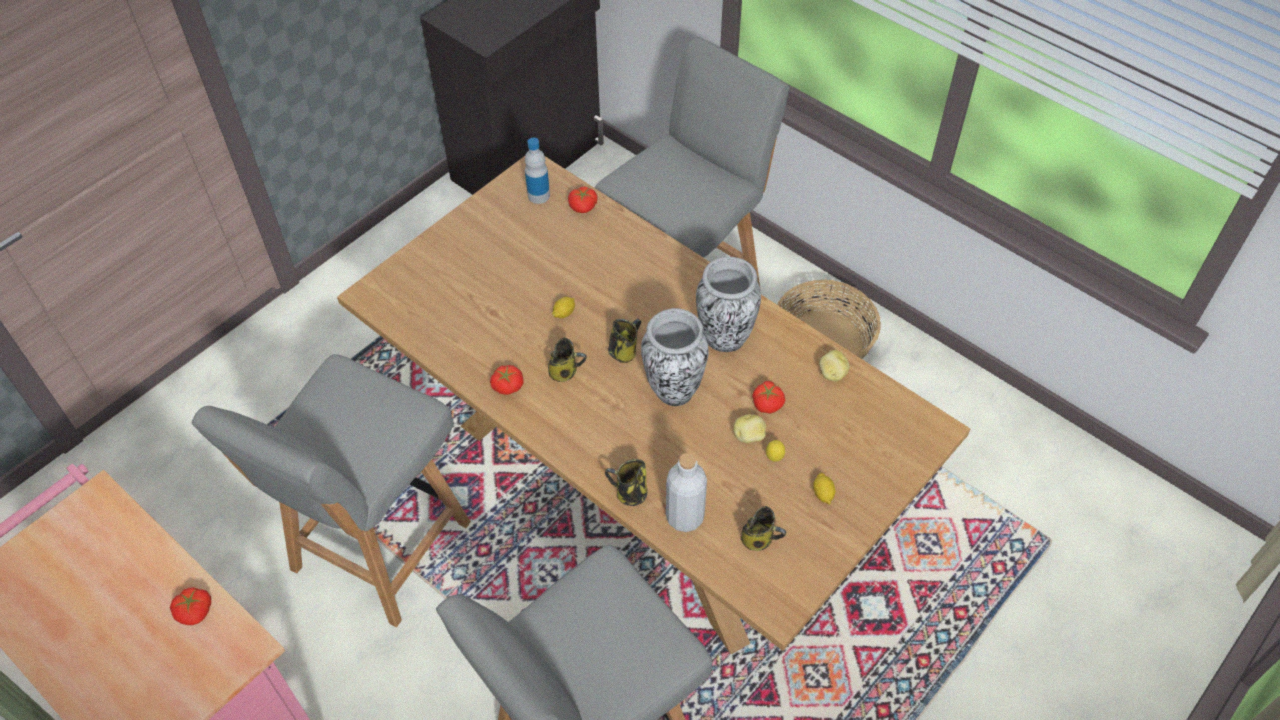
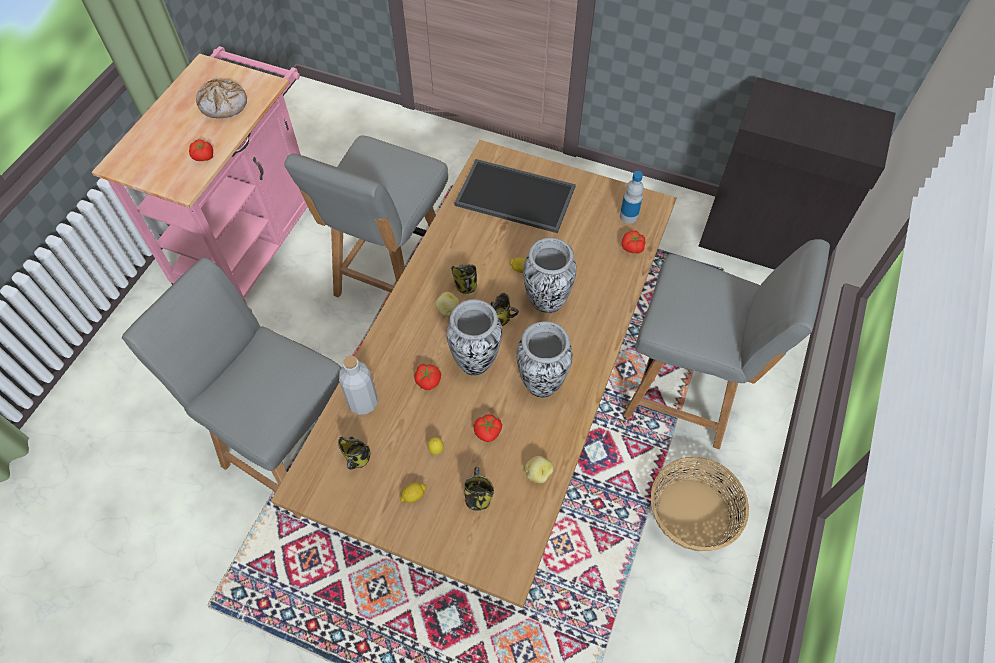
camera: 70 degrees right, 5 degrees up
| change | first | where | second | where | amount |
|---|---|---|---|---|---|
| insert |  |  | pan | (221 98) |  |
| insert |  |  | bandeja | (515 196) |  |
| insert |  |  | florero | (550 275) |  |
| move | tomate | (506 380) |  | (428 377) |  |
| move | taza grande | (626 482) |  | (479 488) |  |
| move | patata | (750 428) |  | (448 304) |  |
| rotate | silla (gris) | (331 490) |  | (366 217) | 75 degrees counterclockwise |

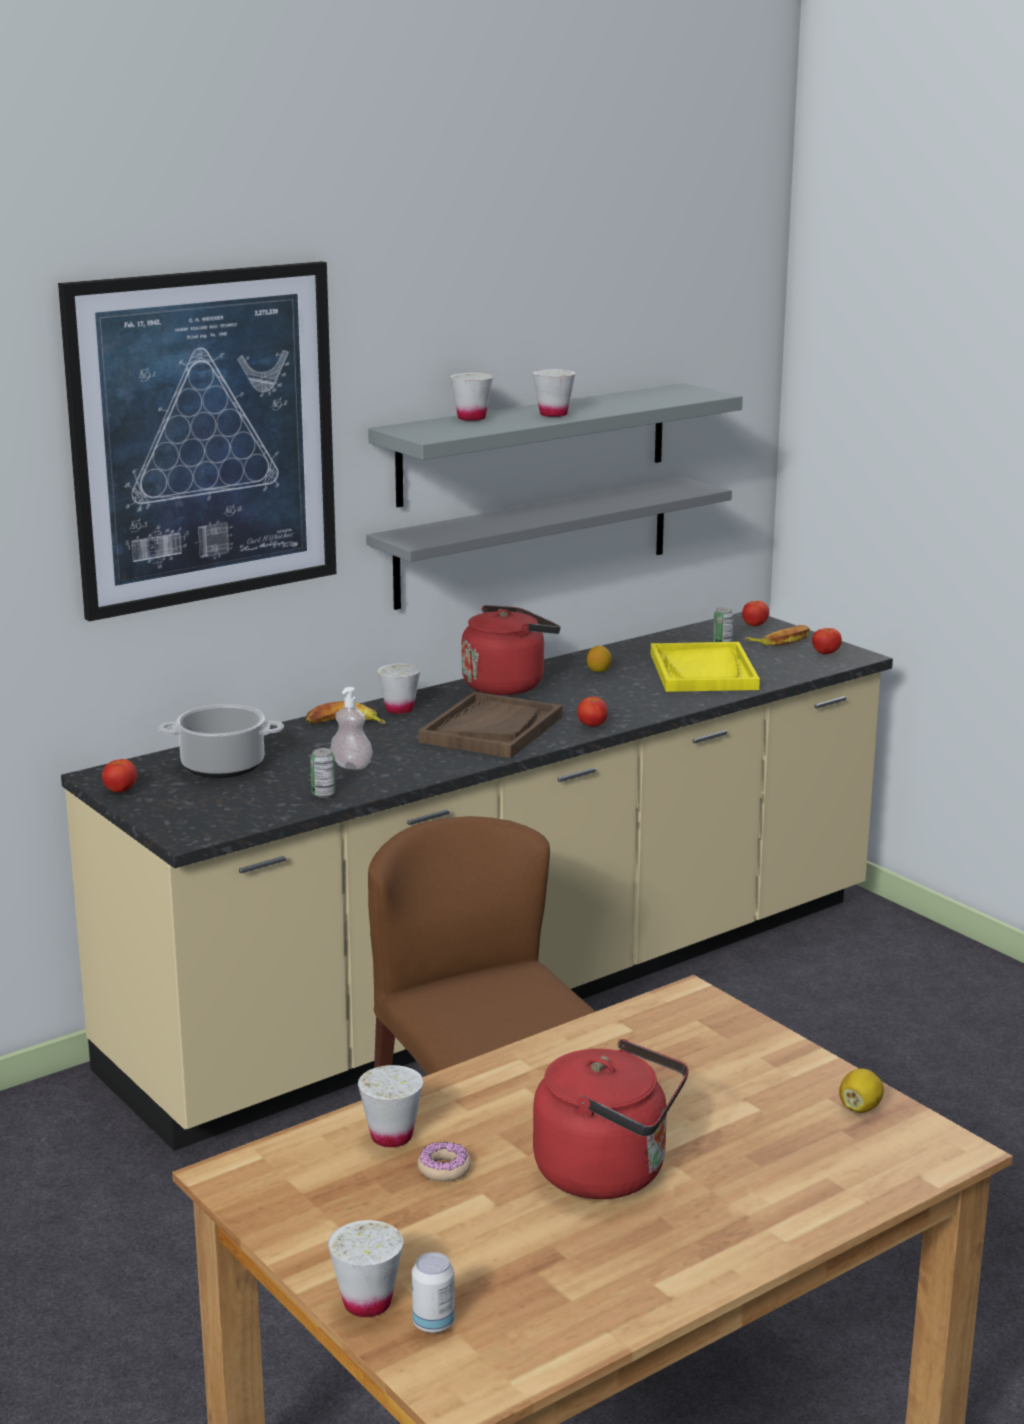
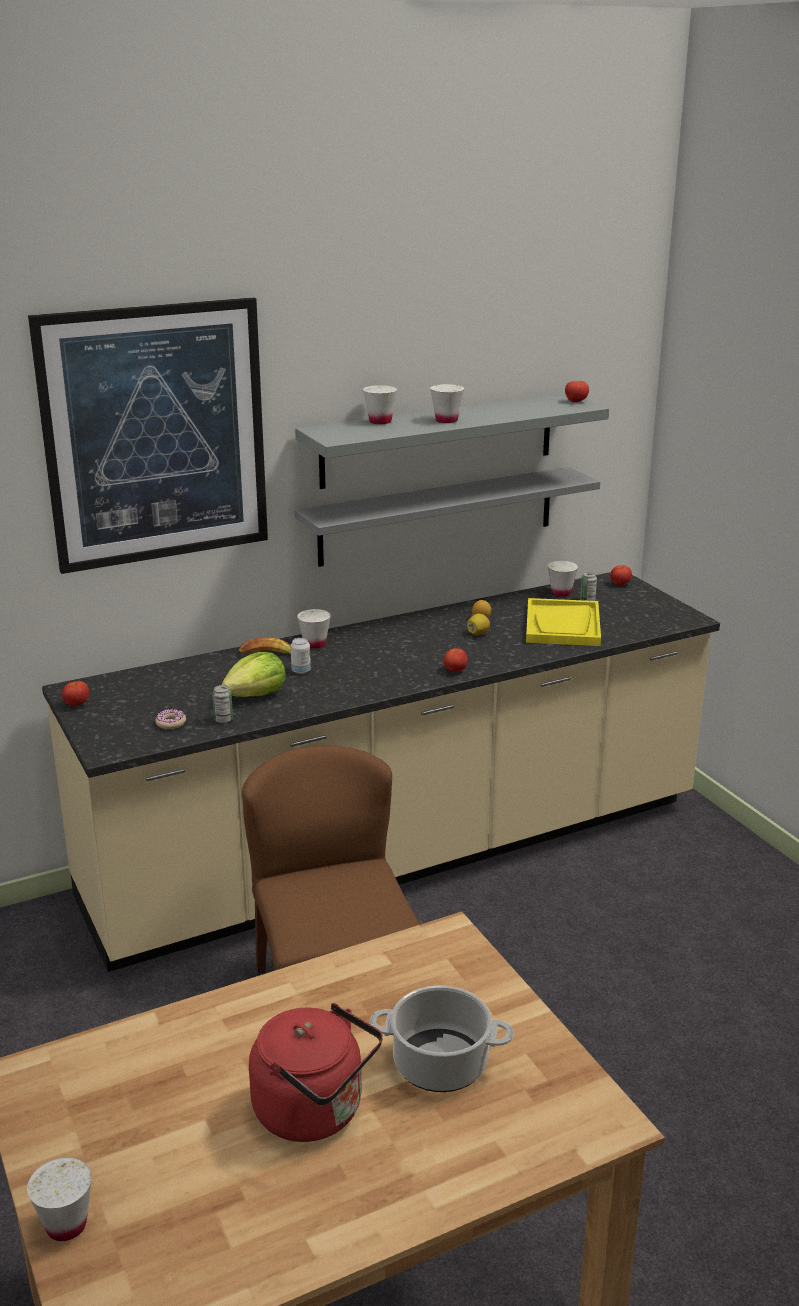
camera: 10 degrees right, 5 degrees up
| change | first | where | second | where | amount |
|---|---|---|---|---|---|
| delete | bandeja (marrón) | (490 725) |  |  |  |
| delete | hervidor (rojo) | (511 650) |  |  |  |
| delete | plátano | (777 635) |  |  |  |
| move | olla | (221 741) |  | (442 1038) |  |
| move | taza (blanco) | (390 1106) |  | (563 579) |  |
| move | lata | (433 1292) |  | (301 656) |  |
| move | rosquilla | (444 1161) |  | (170 719) |  |
| move | tomate | (827 641) |  | (577 391) |  |
| move | limón | (861 1090) |  | (478 625) |  |
| replace | dispensador de jabón | (351 728) | lechuga | (253 674) |  |

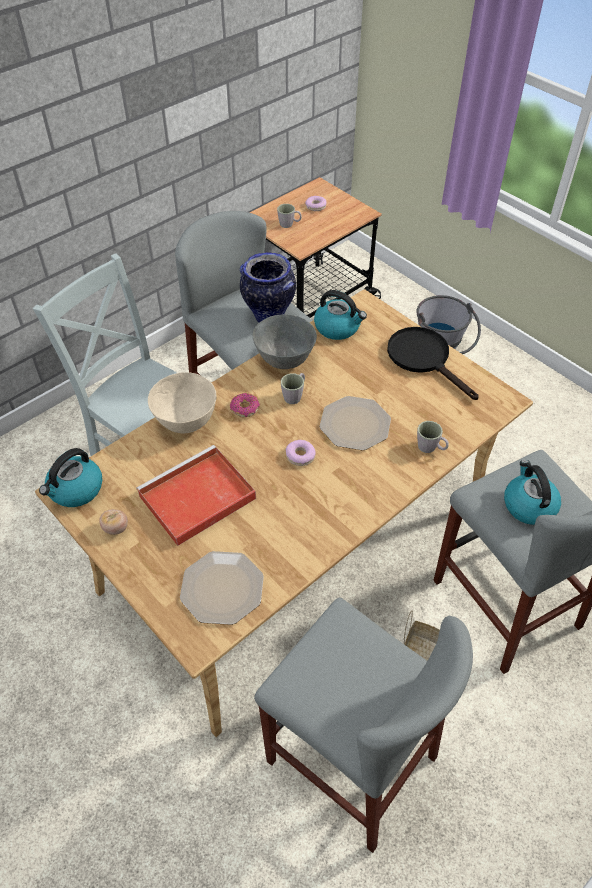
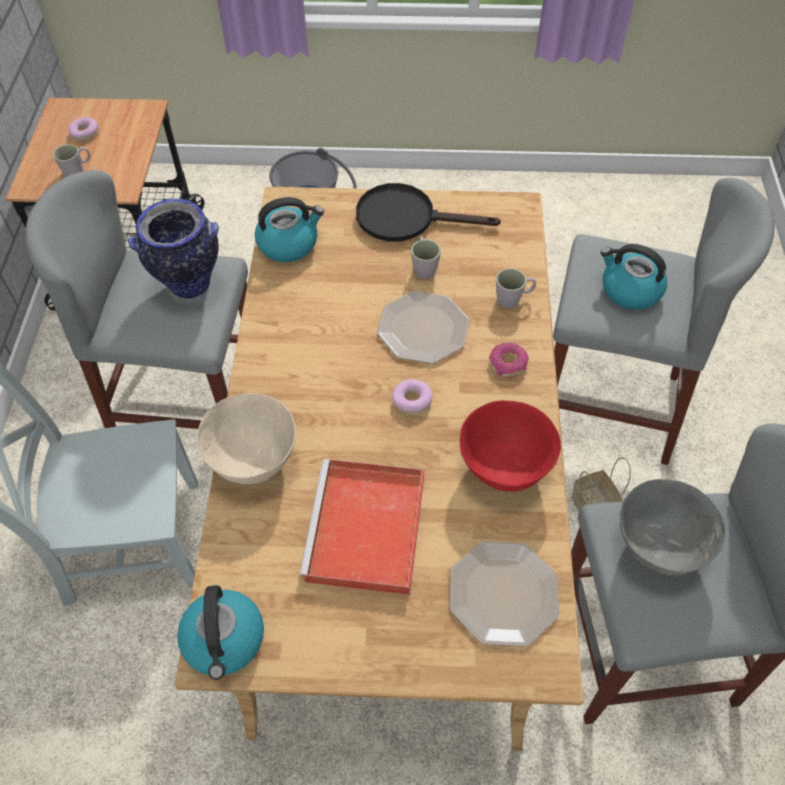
camera: 45 degrees left, 5 degrees up
| change | first | where | second | where | amount |
|---|---|---|---|---|---|
| delete | tomate | (113 522) |  |  |  |
| insert |  |  | cuenco (rojo) | (510 446) |  |
| move | rosquilla | (245 405) |  | (509 359) |  |
| move | cuenco (gris) | (285 341) |  | (673 527) |  |
| move | taza grande (gris) | (293 388) |  | (426 258) |  |

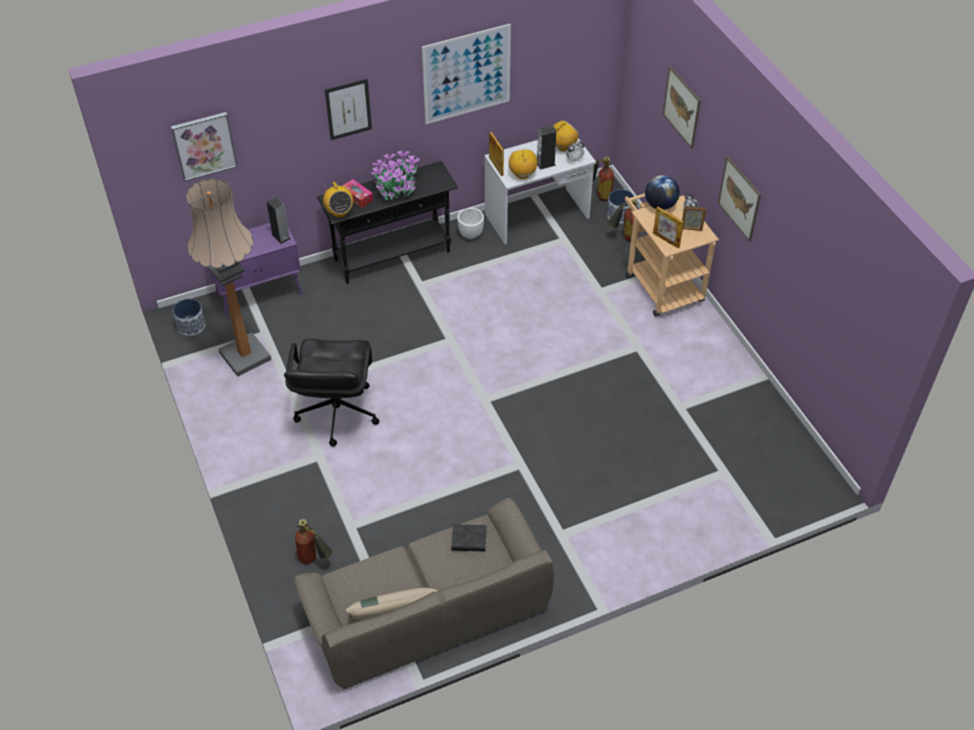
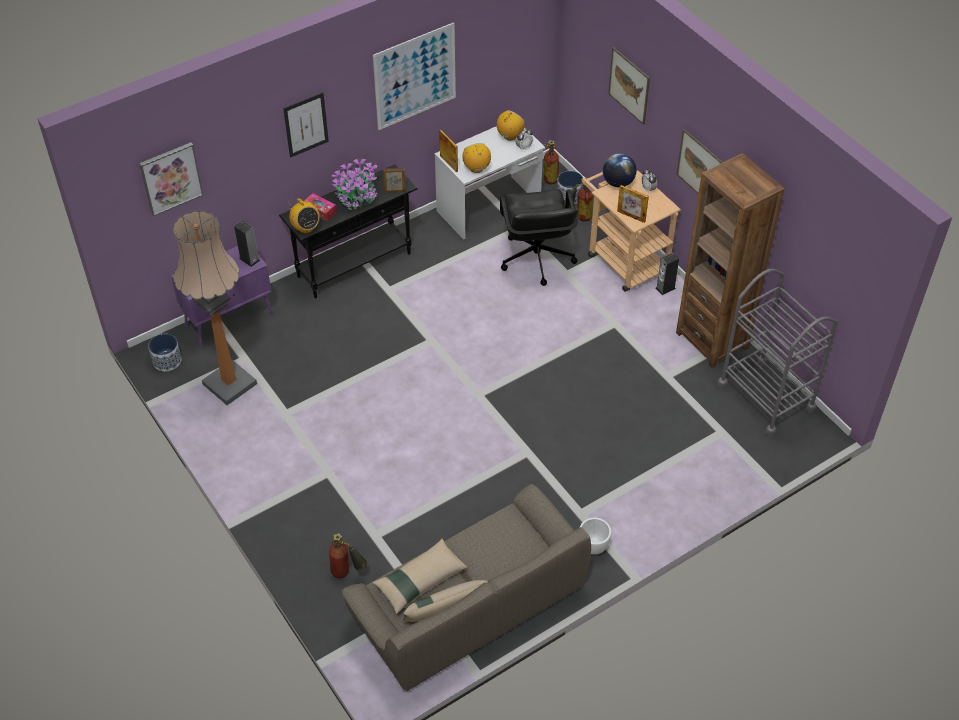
camera: 10 degrees left, 0 degrees up
| change | first | where | second | where | amount |
|---|---|---|---|---|---|
| delete | libro (negro) | (468 538) |  |  |  |
| insert |  |  | cojín (beis) | (420 576) |  |
| insert |  |  | estantería (marrón) | (730 260) |  |
| insert |  |  | carrito (gris) | (777 353) |  |
| move | silla de oficina (negro) | (331 393) |  | (539 237) |  |
| move | maceta (blanco) | (470 223) |  | (595 536) |  |
| move | altavoz | (546 147) |  | (667 273) |  |
| move | portarretratos | (694 218) |  | (394 179) |  |

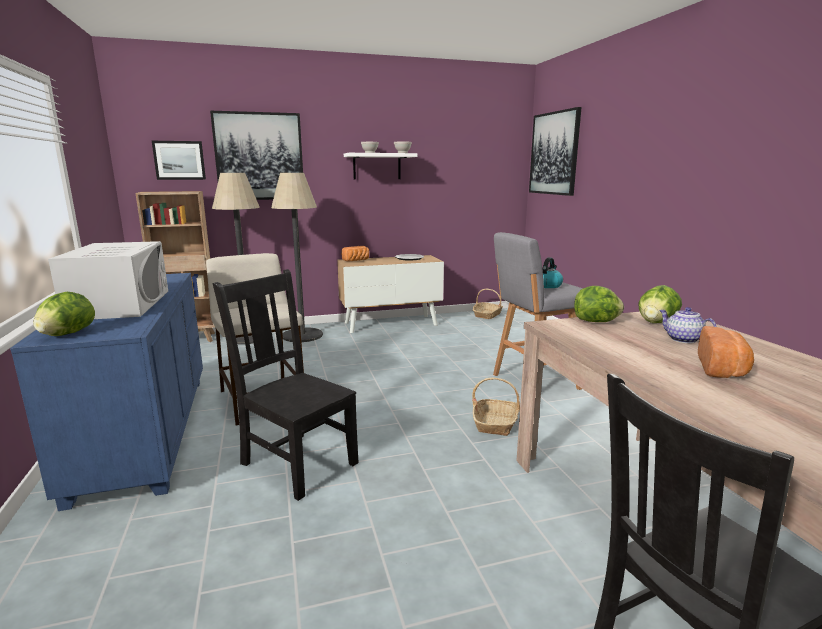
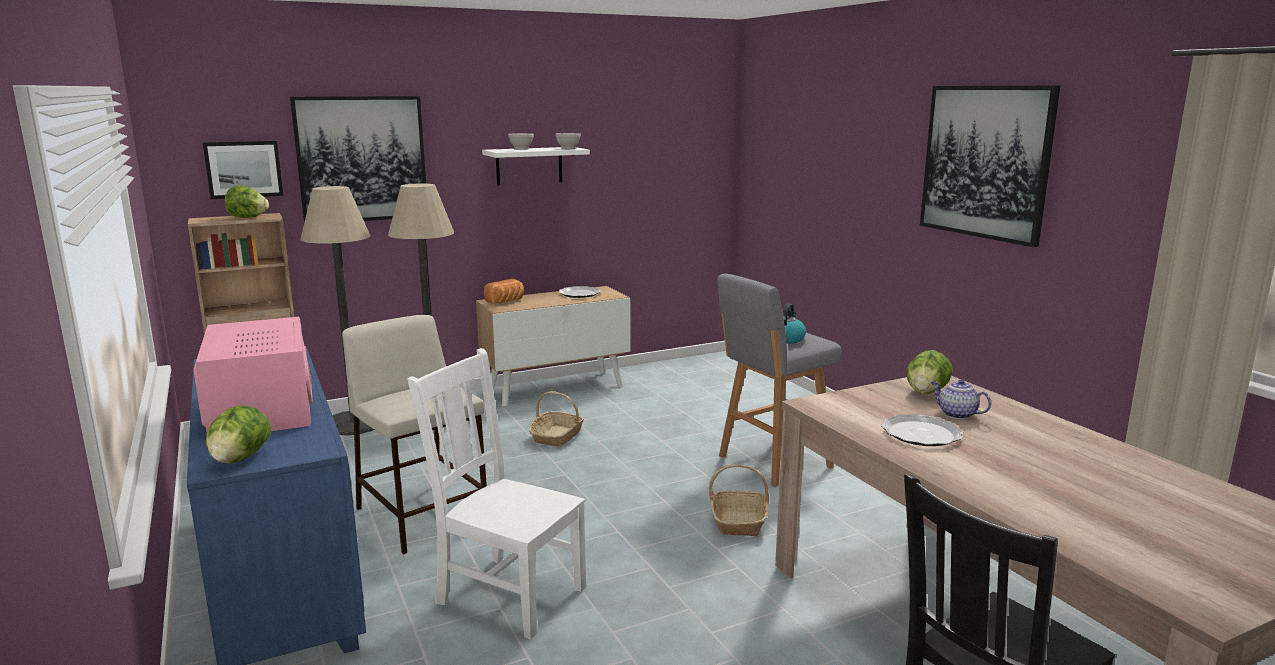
camera: 10 degrees left, 0 degrees up
| change | first | where | second | where | amount |
|---|---|---|---|---|---|
| delete | pan | (726 352) |  |  |  |
| insert |  |  | plato | (922 430) |  |
| move | cesta | (488 304) |  | (556 419) |  |
| move | cuadro | (555 151) |  | (990 166) |  |
| move | lechuga | (599 304) |  | (247 201) |  |
| recolor | microondas (blanco) | (108 280) | microondas (rosa) | (252 374) |  |
| recolor | silla (negro) | (286 385) | silla (blanco) | (496 493) |  |

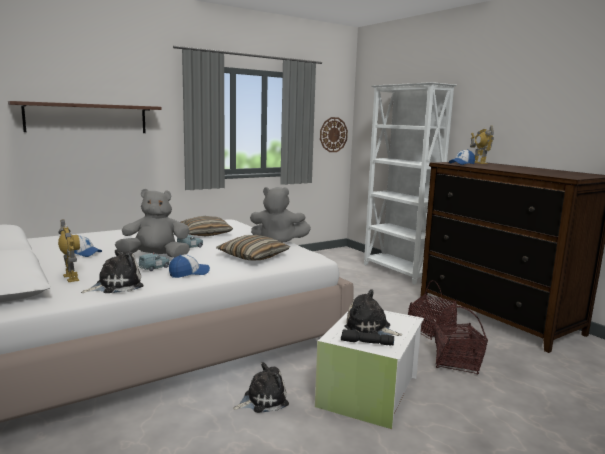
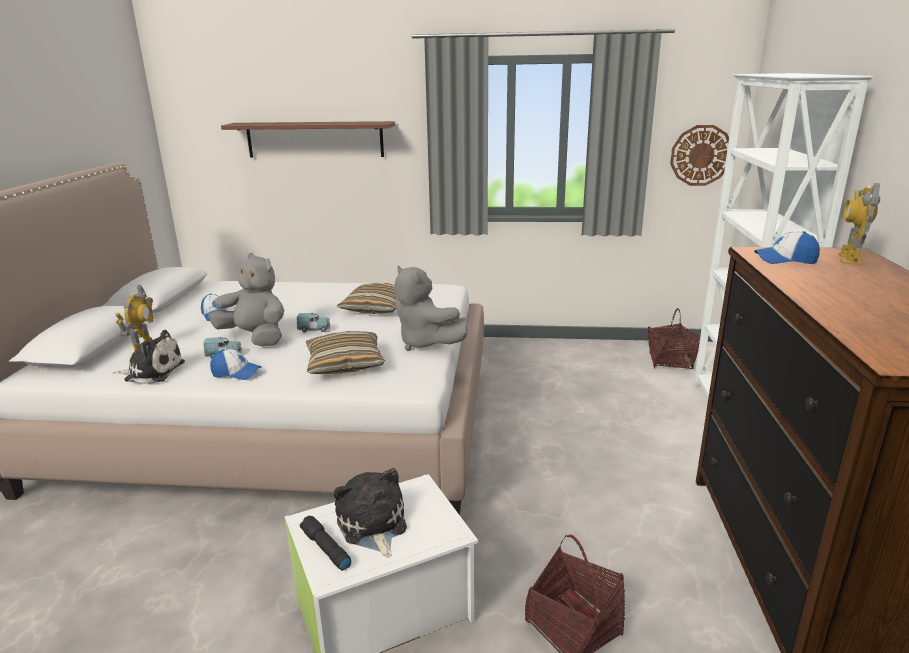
camera: 40 degrees right, 10 degrees up
| change | first | where | second | where | amount |
|---|---|---|---|---|---|
| delete | peluche | (261 387) |  |  |  |
| move | cesta | (432 310) |  | (674 338) |  |

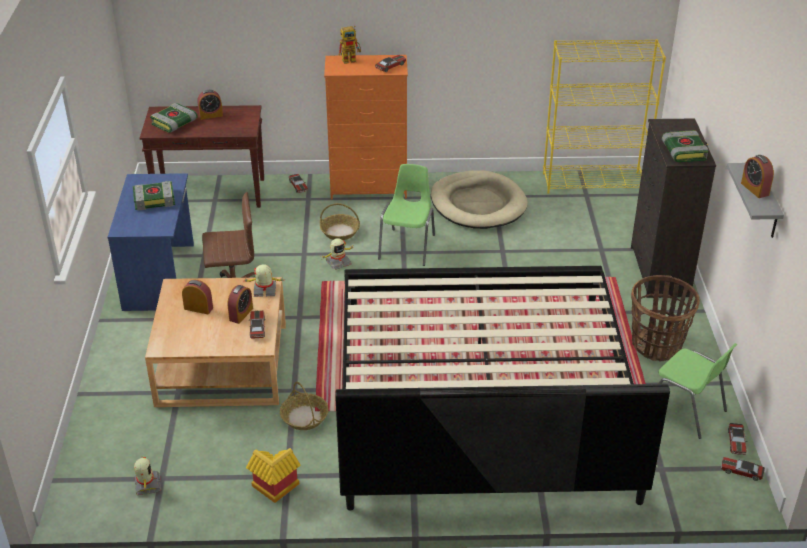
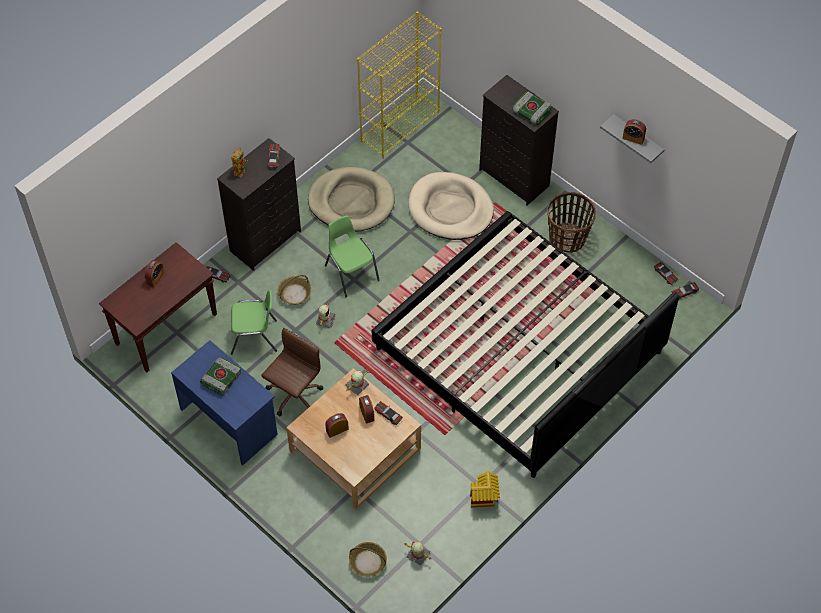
camera: 45 degrees left, 20 degrees up
| change | first | where | second | where | amount |
|---|---|---|---|---|---|
| delete | libro | (173 118) |  |  |  |
| insert |  |  | cama para perro (beis) | (451 206) |  |
| move | cesta | (304 406) |  | (368 559) |  |
| move | silla (verde) | (697 391) |  | (254 322) |  |
| recolor | cómoda (naranja) | (366 127) | cómoda (negro) | (259 204) |  |

